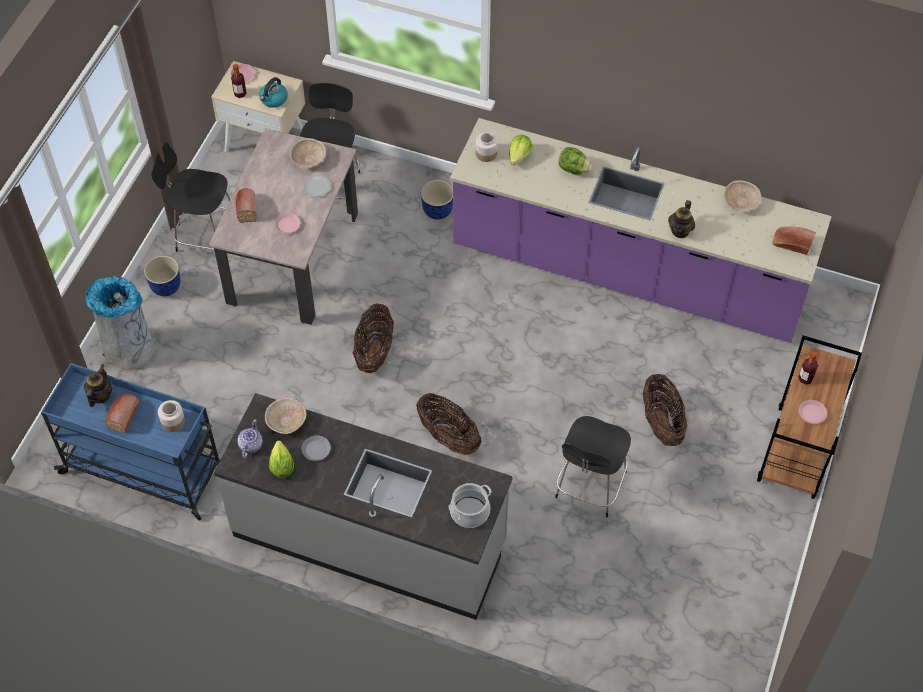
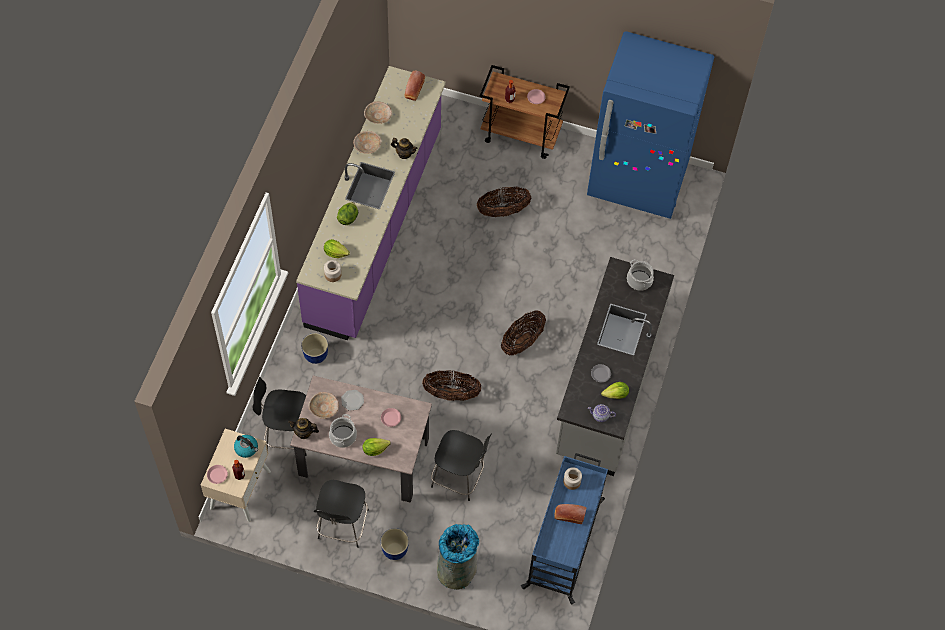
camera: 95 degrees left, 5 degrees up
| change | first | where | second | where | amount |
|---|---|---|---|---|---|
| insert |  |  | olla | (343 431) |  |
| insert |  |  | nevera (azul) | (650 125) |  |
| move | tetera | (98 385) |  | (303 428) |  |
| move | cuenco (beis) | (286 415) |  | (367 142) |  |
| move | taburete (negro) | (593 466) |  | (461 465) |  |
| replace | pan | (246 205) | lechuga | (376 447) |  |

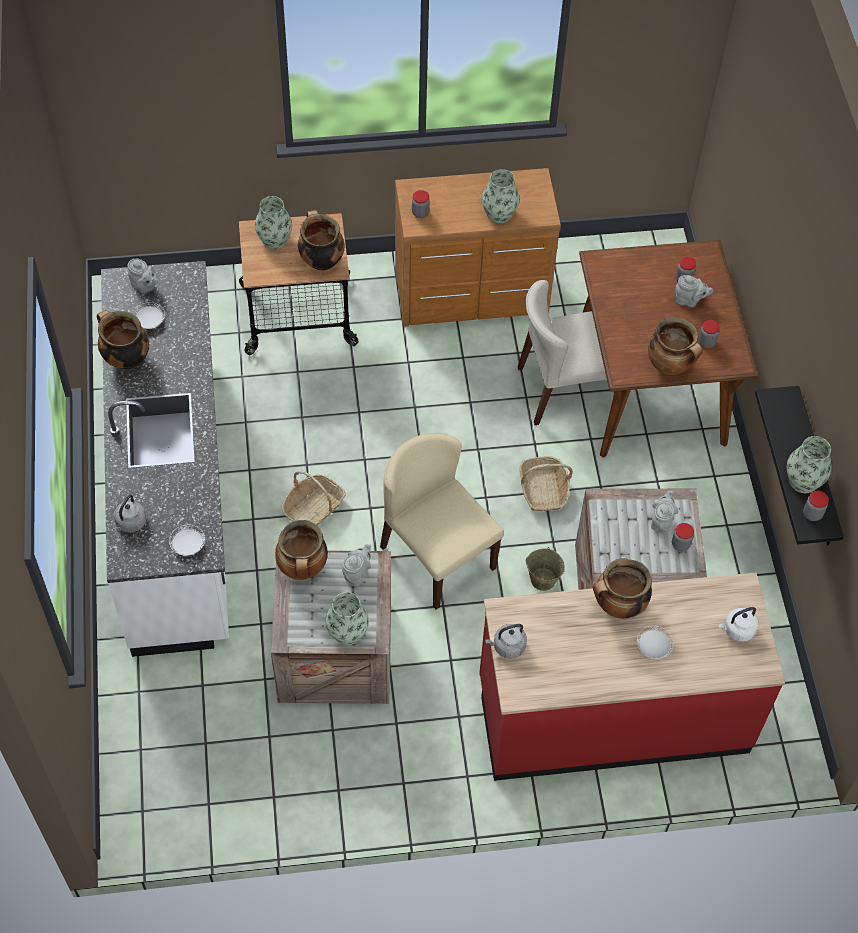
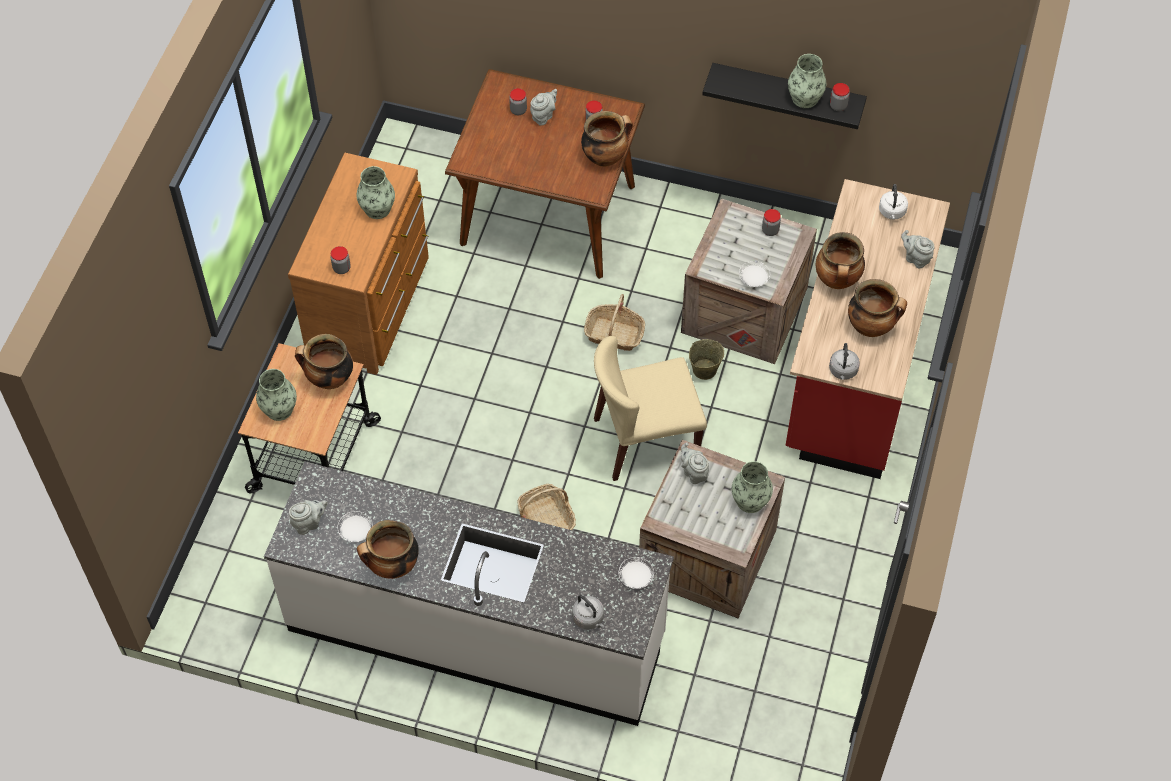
camera: 65 degrees left, 0 degrees up
| change | first | where | second | where | amount |
|---|---|---|---|---|---|
| delete | silla (beis) | (562 352) |  |  |  |
| move | olla | (301 550) |  | (877 308) |  |
| move | plato (blanco) | (655 642) |  | (754 274) |  |
| move | tetera (gris) | (664 512) |  | (918 249) |  |

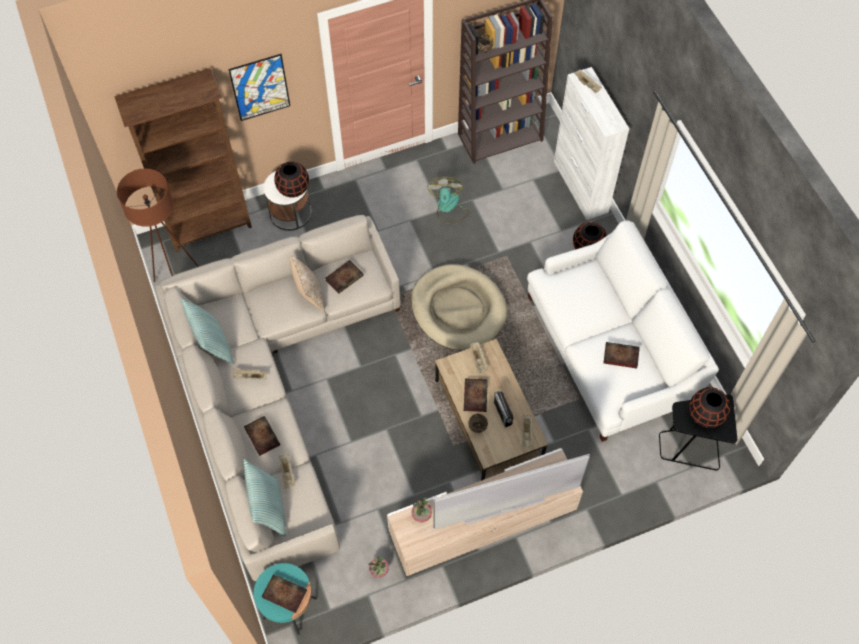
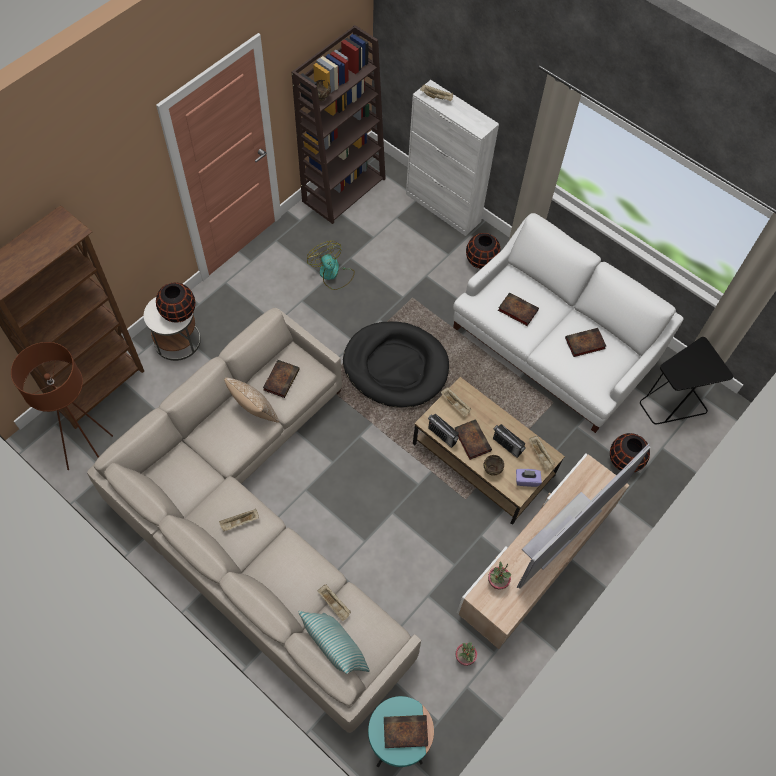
camera: 30 degrees left, 0 degrees up
| change | first | where | second | where | amount |
|---|---|---|---|---|---|
| delete | cojín | (207 331) |  |  |  |
| delete | cuadro | (259 87) |  |  |  |
| insert |  |  | radio | (443 431) |  |
| insert |  |  | caja de pañuelos (morado) | (529 478) |  |
| move | libro | (262 436) |  | (518 309) |  |
| move | florero (negro) | (709 407) |  | (630 452) |  |
| recolor | cama para perro (beis) | (459 307) | cama para perro (negro) | (396 364) |  |

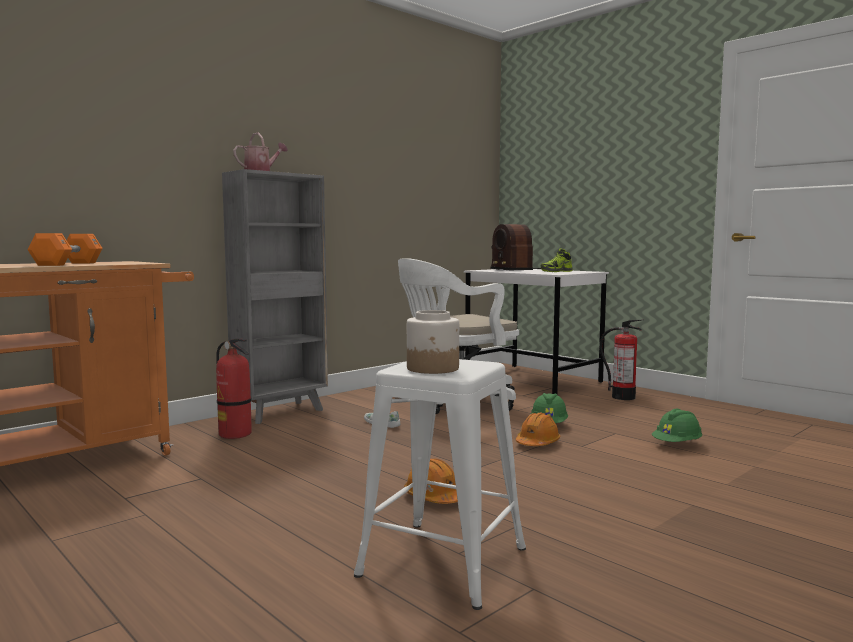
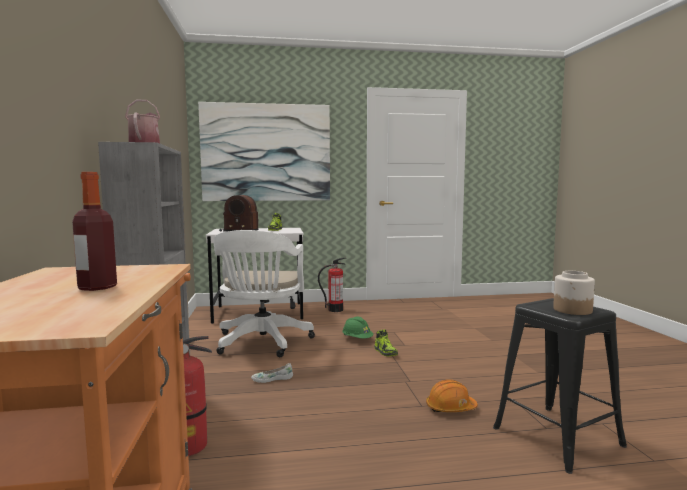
camera: 55 degrees left, 0 degrees up
| change | first | where | second | where | amount |
|---|---|---|---|---|---|
| delete | casco (verde) | (677 425) |  |  |  |
| insert |  |  | cuadro | (264 151) |  |
| replace | mancuerna (naranja) | (65 249) | botella | (94 231) |  |
| replace | casco (naranja) | (537 429) | zapato | (386 342) |  |
| recolor | taburete (blanco) | (440 484) | taburete (negro) | (560 386) |  |

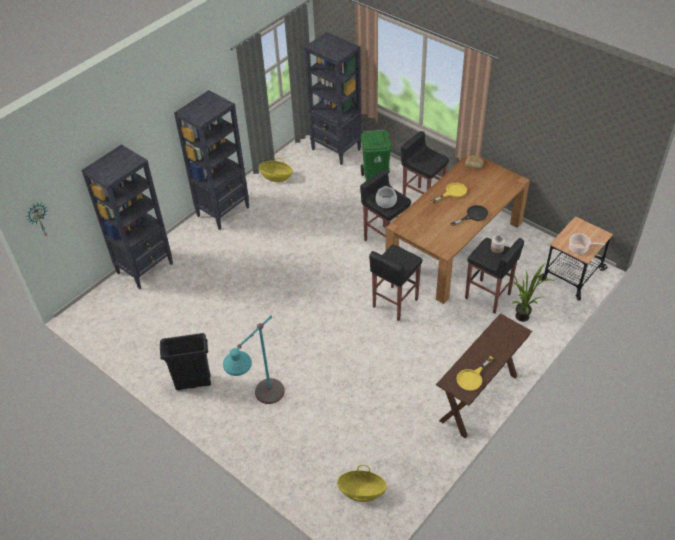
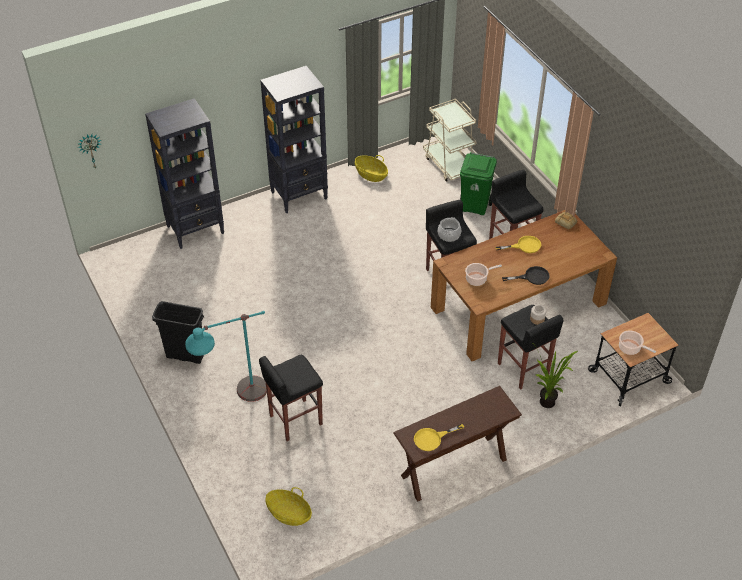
camera: 20 degrees right, 0 degrees up
| change | first | where | second | where | amount |
|---|---|---|---|---|---|
| insert |  |  | olla | (483 274) |  |
| move | taburete (negro) | (395 283) |  | (291 398) |  |
| replace | estantería (negro) | (332 98) | carrito (beis) | (450 140) |  |

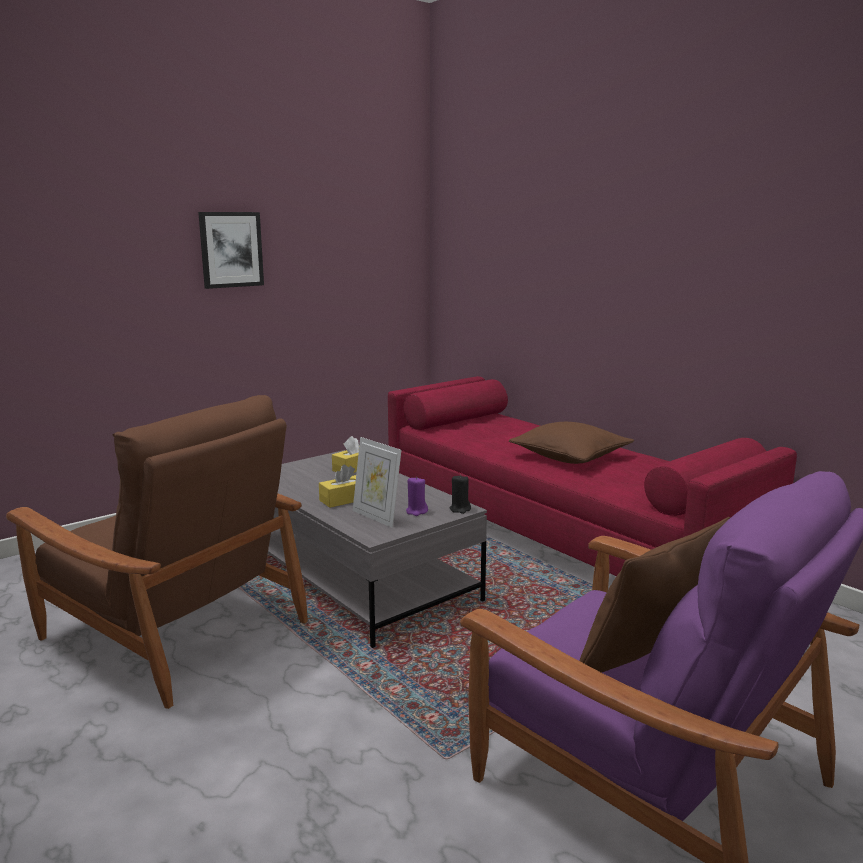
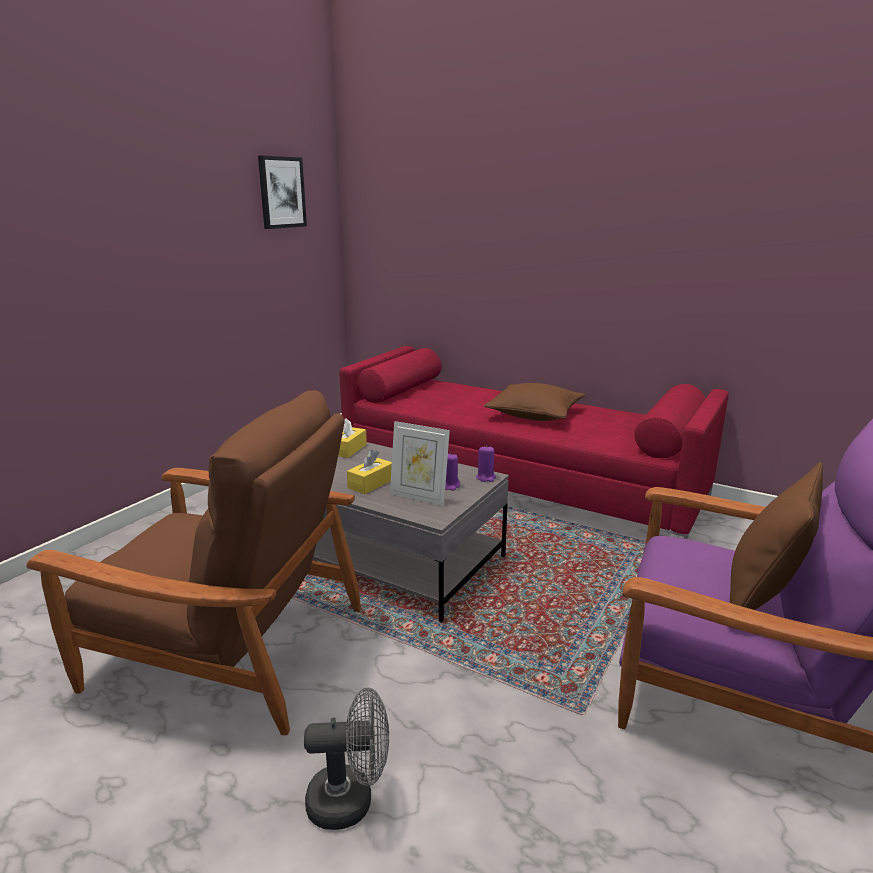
camera: 20 degrees left, 5 degrees up
| change | first | where | second | where | amount |
|---|---|---|---|---|---|
| insert |  |  | ventilador (gris) | (346 759) |  |
| move | cuadro | (231 250) |  | (282 192) |  |
| recolor | vela (negro) | (460 494) | vela (morado) | (486 464) |  |

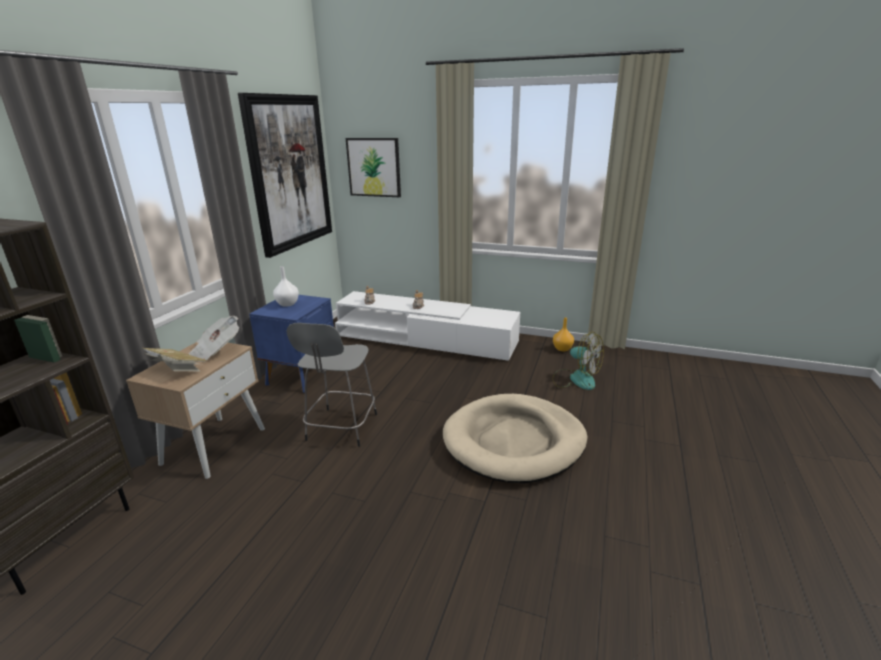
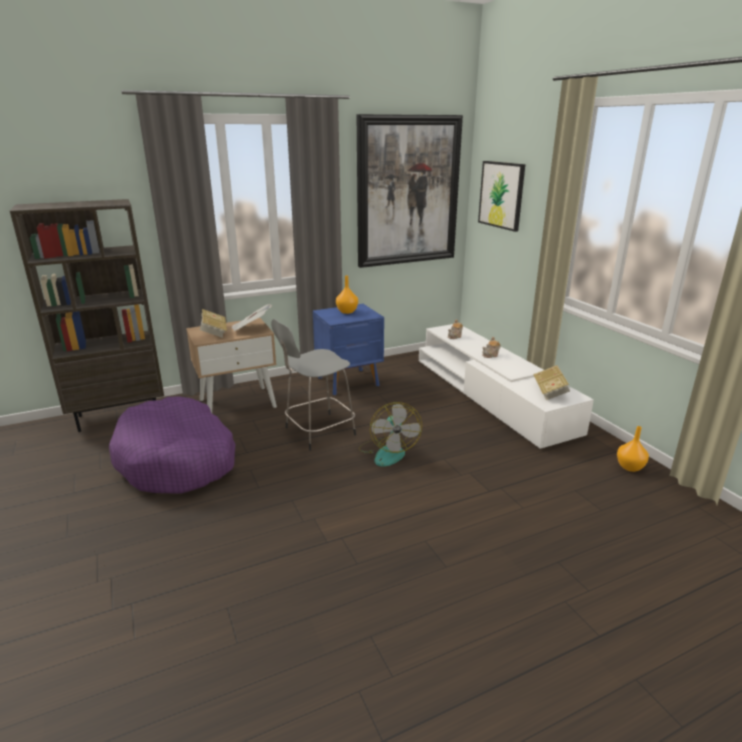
camera: 45 degrees right, 0 degrees up
| change | first | where | second | where | amount |
|---|---|---|---|---|---|
| delete | cama para perro (beis) | (515 438) |  |  |  |
| insert |  |  | cama para perro (morado) | (172 445) |  |
| insert |  |  | libro | (551 382) |  |
| move | ventilador | (578 361) |  | (390 434) |  |
| recolor | florero (blanco) | (286 286) | florero (naranja) | (347 295) |  |

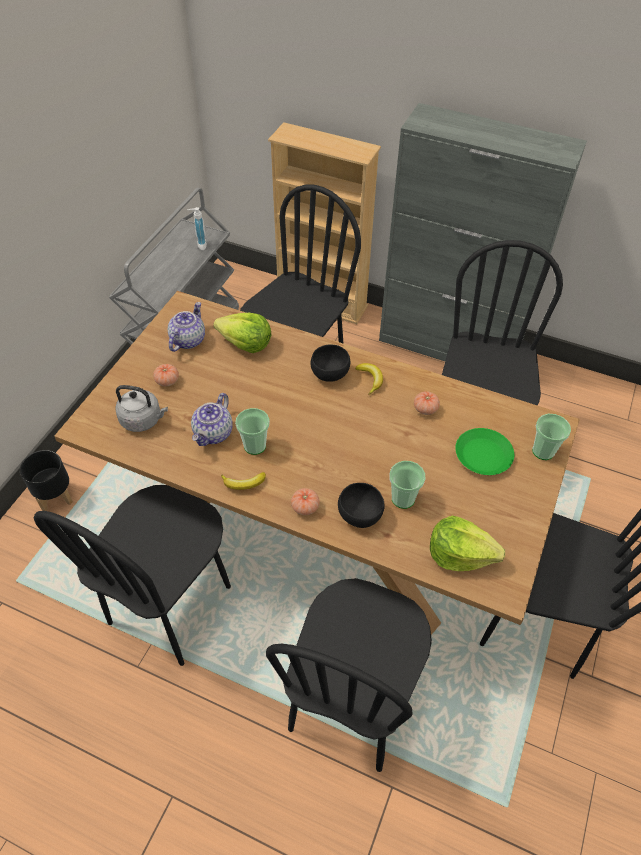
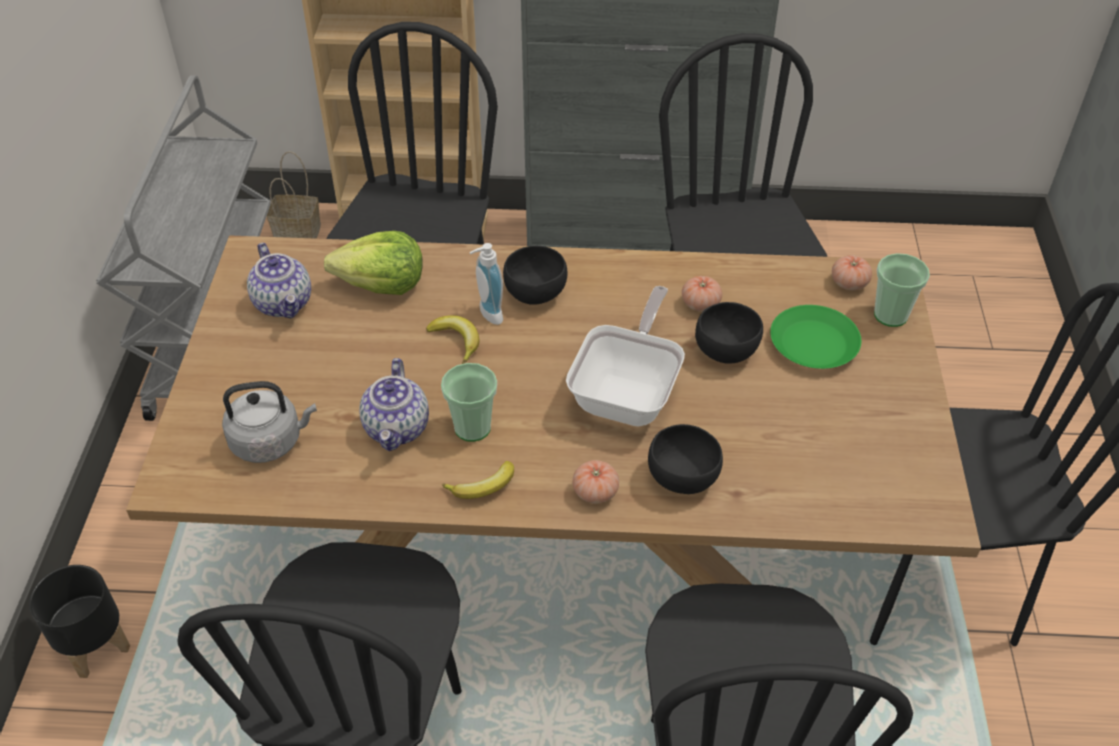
camera: 20 degrees left, 5 degrees down
| change | first | where | second | where | amount |
|---|---|---|---|---|---|
| delete | taza | (407 485) |  |  |  |
| delete | lechuga | (467 543) |  |  |  |
| insert |  |  | cesta | (294 195) |  |
| insert |  |  | sartén | (625 356) |  |
| insert |  |  | cuenco (negro) | (729 333) |  |
| move | tomate | (166 375) |  | (852 272) |  |
| move | dispensador de jabón | (197 228) |  | (486 284) |  |
| move | plátano | (369 379) |  | (452 339) |  |
| rotate | tetera | (186 327) |  | (279 281) | 150 degrees clockwise |

